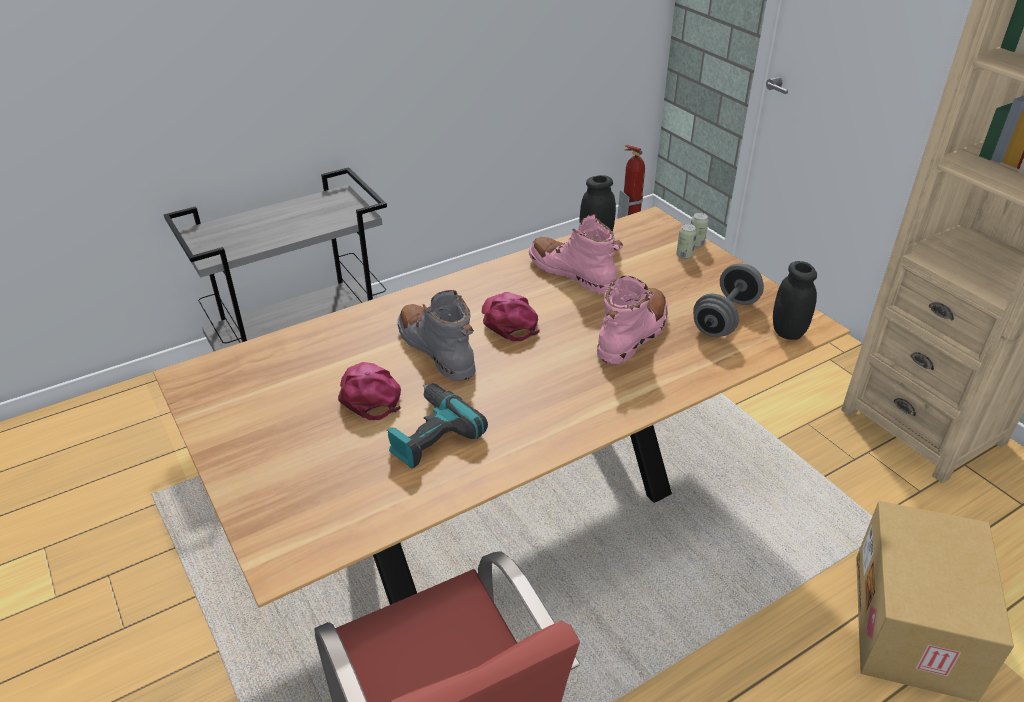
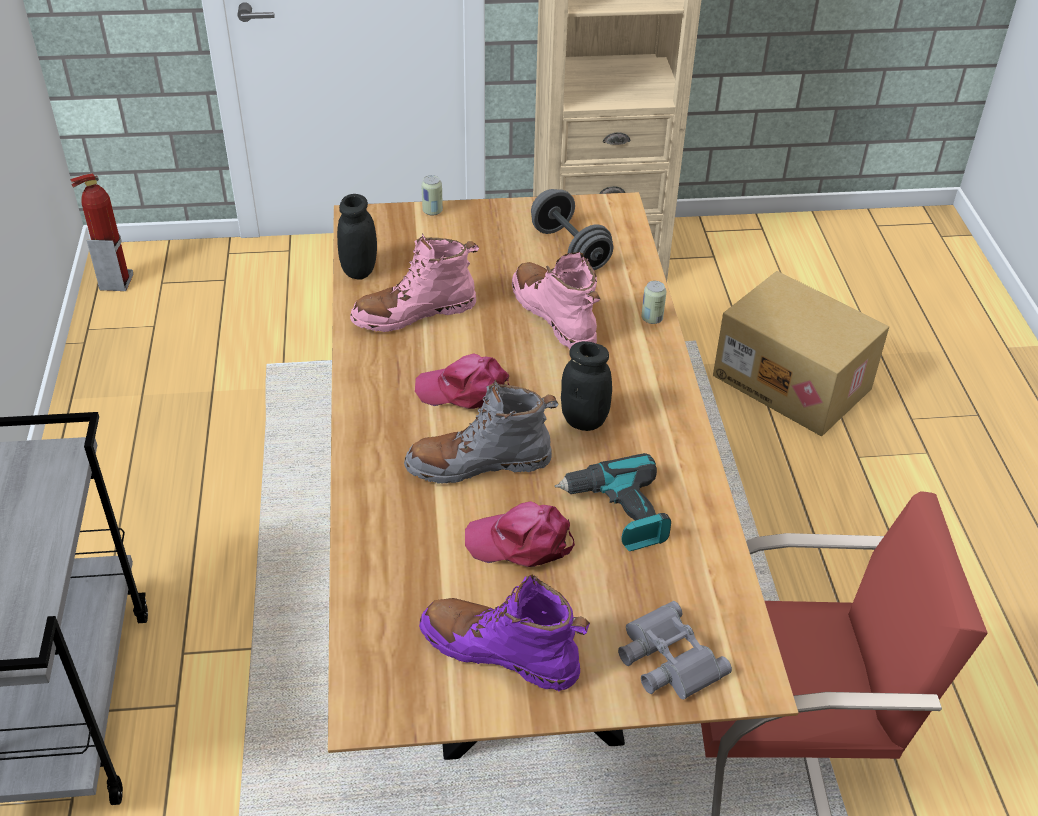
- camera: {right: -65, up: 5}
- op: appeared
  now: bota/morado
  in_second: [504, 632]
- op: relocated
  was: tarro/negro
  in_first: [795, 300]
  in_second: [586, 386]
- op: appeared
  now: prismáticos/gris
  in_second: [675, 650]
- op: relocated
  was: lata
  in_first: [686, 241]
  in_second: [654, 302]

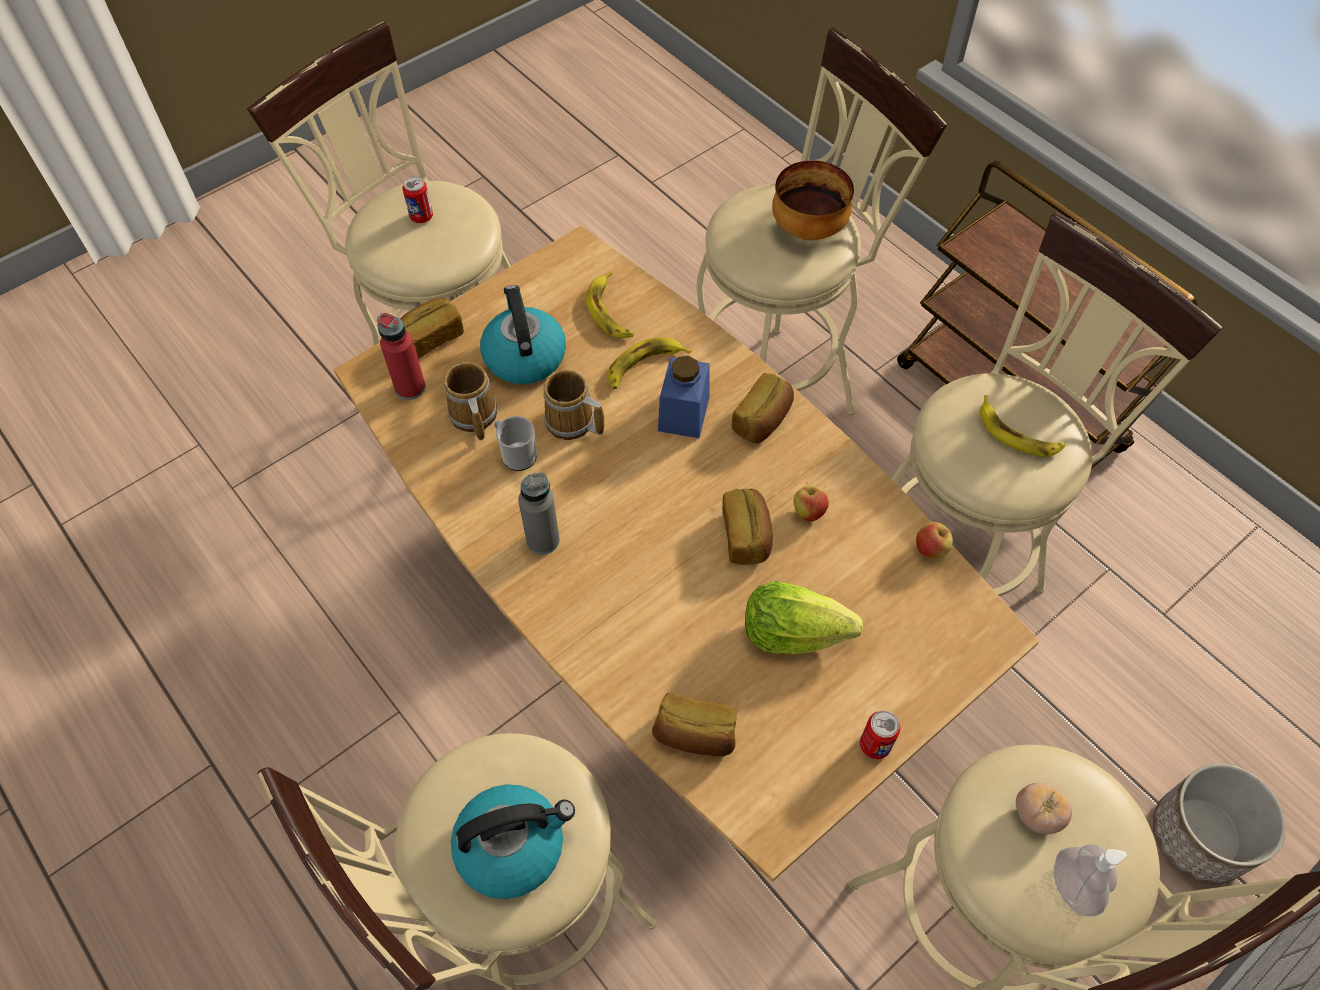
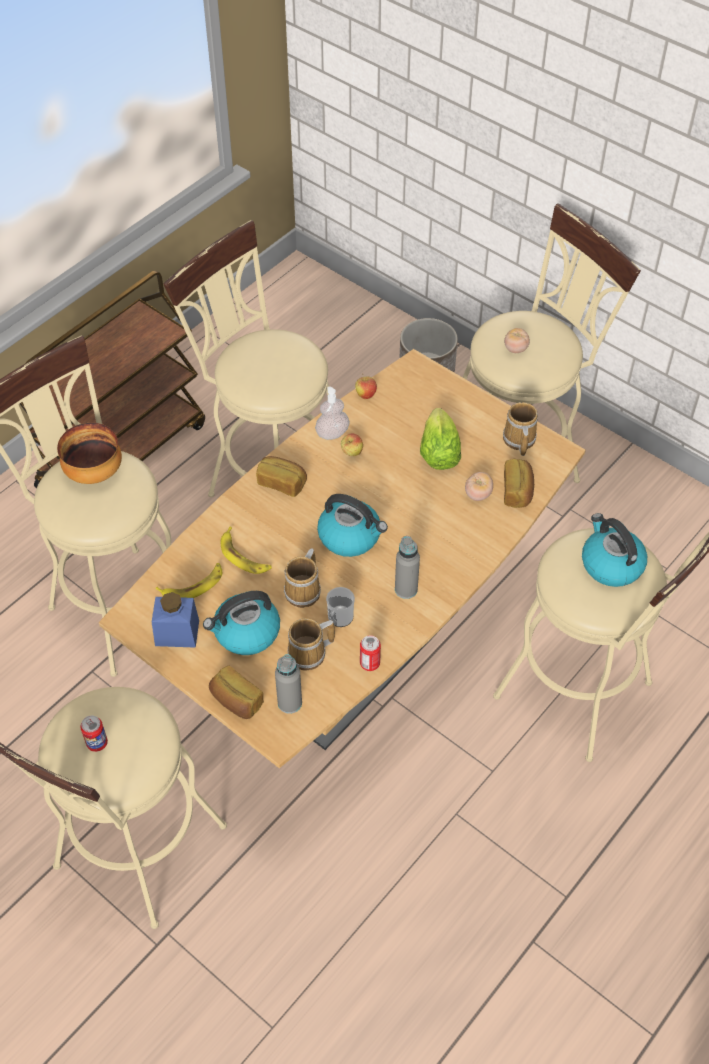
- camera: {right: -100, up: -5}
- op: relocated
  was: tarro/azul
  in_first: [684, 397]
  in_second: [175, 620]
- op: colour
  was: botella/rojo
  now: botella/gris
  in_first: [401, 356]
  in_second: [288, 684]
- op: relocated
  was: dispensador de jabón
  in_first: [1090, 880]
  in_second: [332, 413]
- op: appeared
  now: hervidor
  in_second: [352, 525]
- op: relocated
  was: lata
  in_first: [880, 735]
  in_second: [370, 653]
- op: appeared
  now: tomate
  in_second: [479, 486]
- op: appeared
  now: taza grande
  in_second: [520, 429]
- op: missing
  was: pan
  in_first: [747, 526]
- op: missing
  was: plátano
  in_first: [1022, 426]

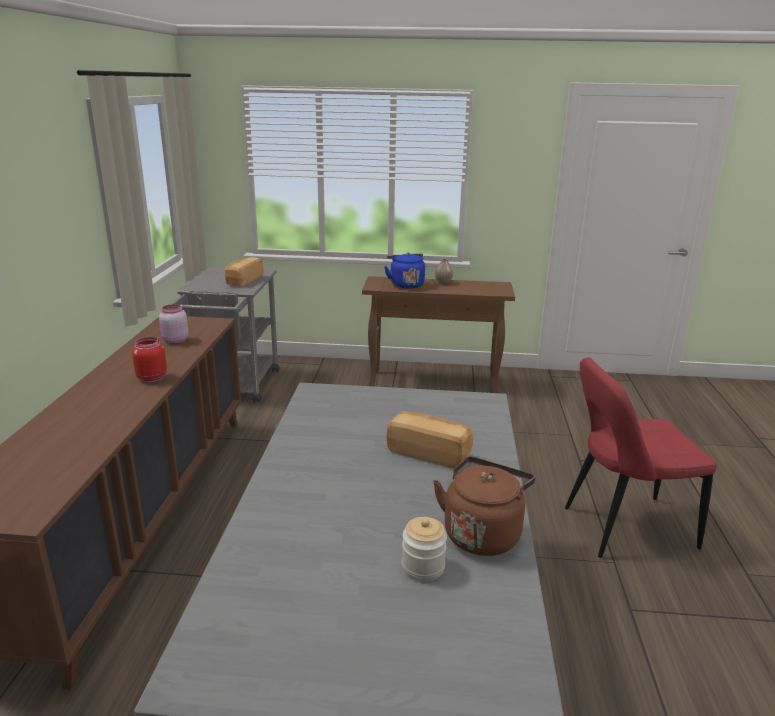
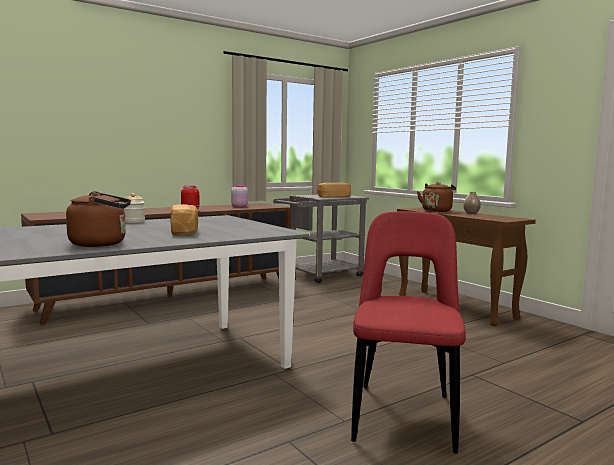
- camera: {right: 50, up: -15}
- op: relocated
  was: tarro
  in_first: [424, 549]
  in_second: [134, 208]
- op: spun
  was: silla/rojo
  in_first: [641, 457]
  in_second: [408, 332]
  clockwise: 60
- op: colour
  was: hervidor/azul
  now: hervidor/marrón
  in_first: [404, 271]
  in_second: [436, 197]

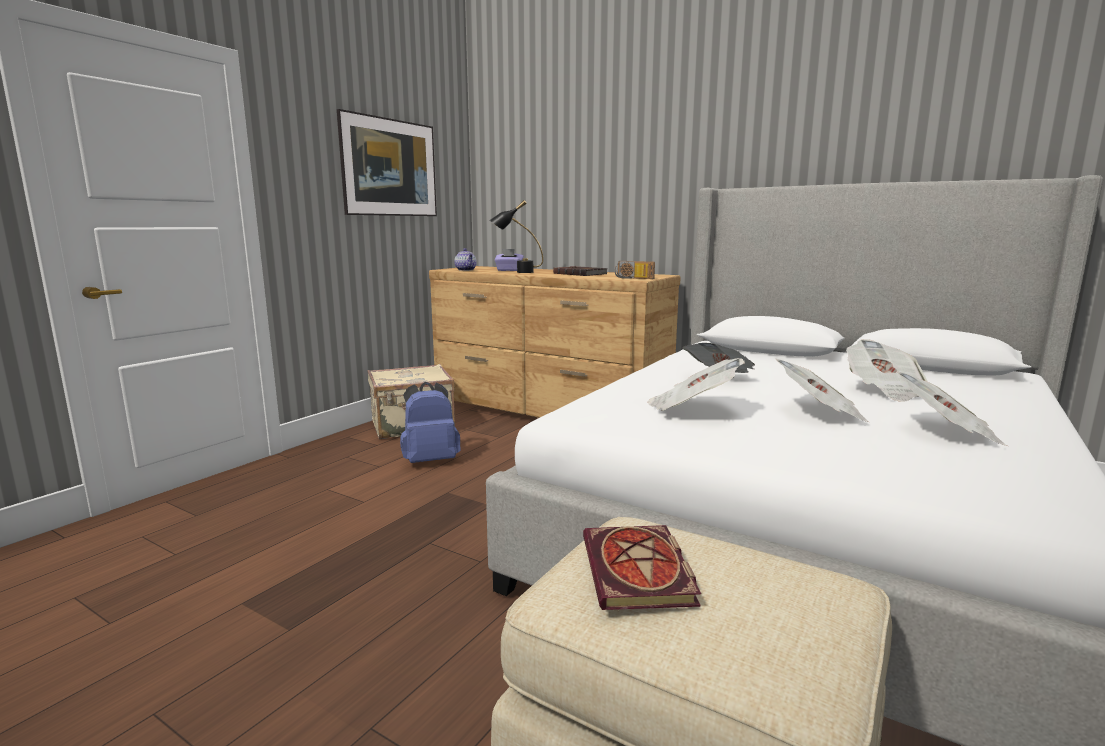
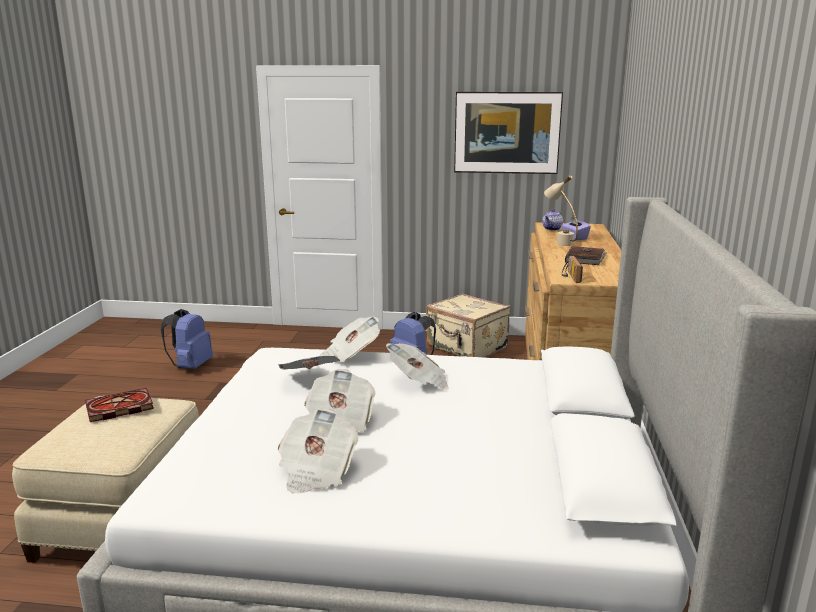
- camera: {right: 65, up: 5}
- op: appeared
  now: mochila/azul
  in_second: [187, 339]
- op: relocated
  was: periódico
  in_first: [886, 370]
  in_second: [350, 340]
- op: colour
  was: lámpara de mesa/negro
  now: lámpara de mesa/beis
  in_first: [516, 236]
  in_second: [561, 210]

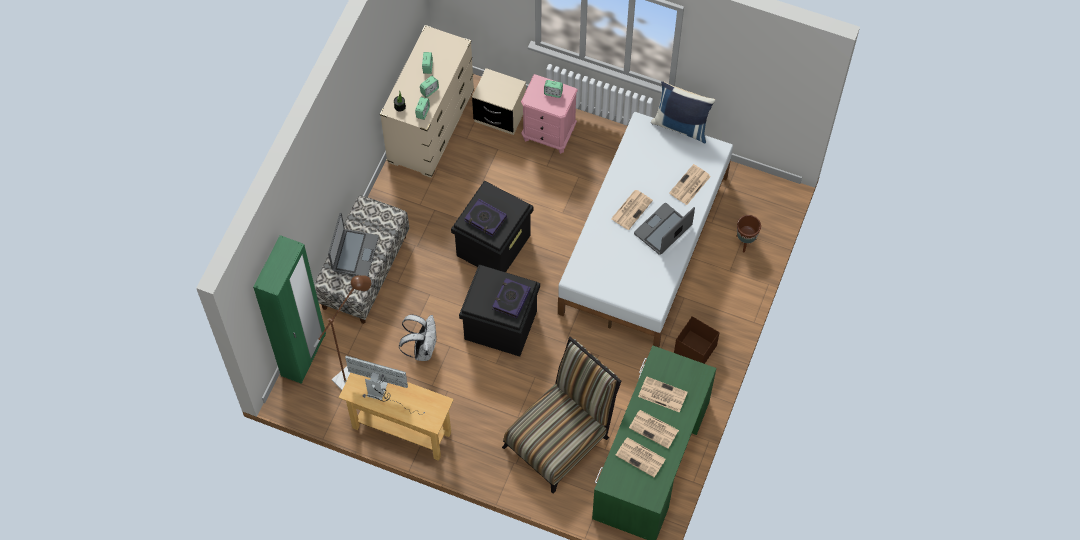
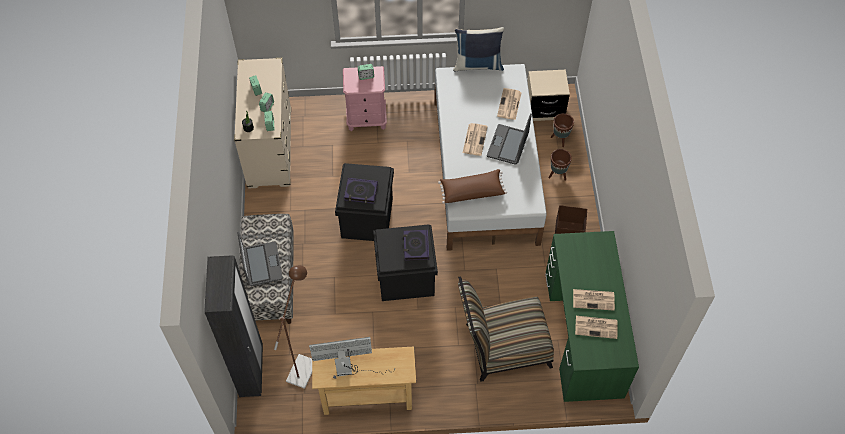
- camera: {right: -25, up: -5}
- op: colour
  was: armario ropero/verde
  now: armario ropero/negro
  in_first: [289, 309]
  in_second: [233, 326]
- op: appeared
  now: cojín/marrón
  in_second: [472, 186]
- op: spun
  was: silla
  in_first: [561, 415]
  in_second: [506, 329]
  clockwise: -120
- op: relocated
  was: mesita de noche/beis
  in_first: [499, 101]
  in_second: [548, 95]
- op: appeared
  now: maceta/marrón
  in_second: [560, 165]
- op: missing
  was: mochila/blanco
  in_first: [418, 337]
- op: missing
  was: periódico
  in_first: [663, 394]

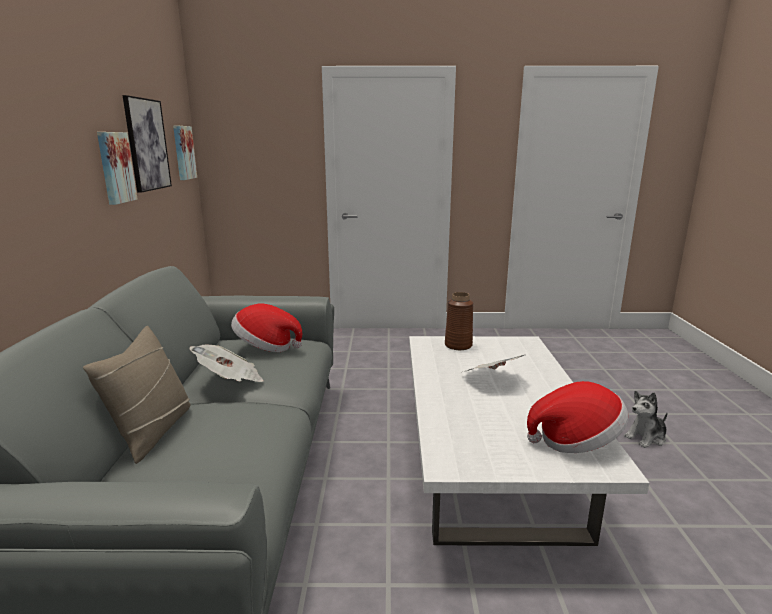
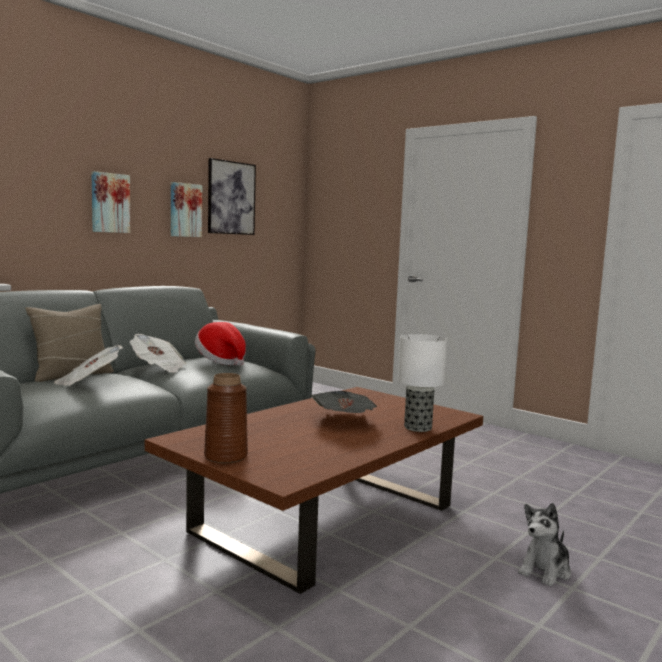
- camera: {right: 40, up: -10}
- op: appeared
  now: periódico
  in_second: [88, 365]
- op: relocated
  was: cuadro
  in_first: [185, 152]
  in_second: [110, 202]
- op: colour
  was: mesa de centro/blanco
  now: mesa de centro/marrón
  in_first: [529, 441]
  in_second: [314, 490]
- op: relocated
  was: florero/marrón
  in_first: [459, 321]
  in_second: [226, 418]
- op: appeared
  now: lámpara de mesa
  in_second: [422, 383]
- op: spun
  was: peluche
  in_first: [645, 419]
  in_second: [544, 544]
  clockwise: -60
- op: missing
  was: sombrero
  in_first: [577, 417]

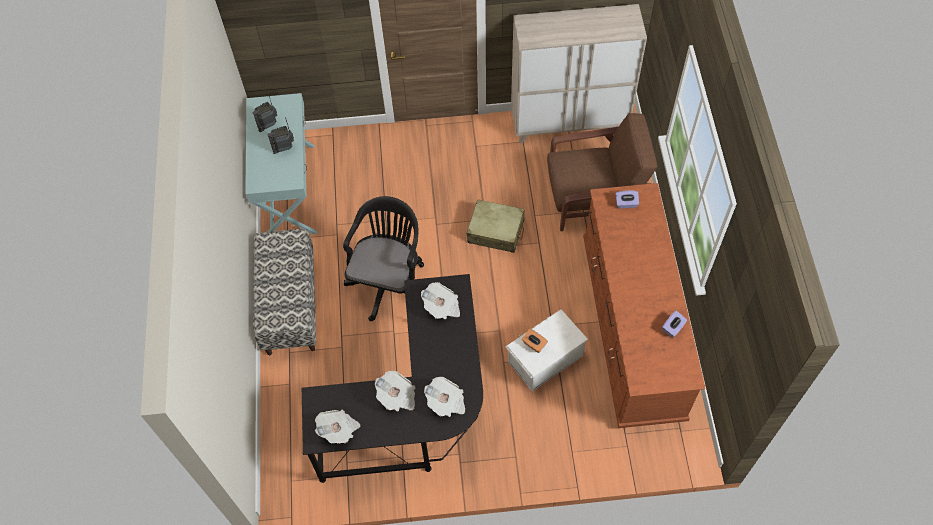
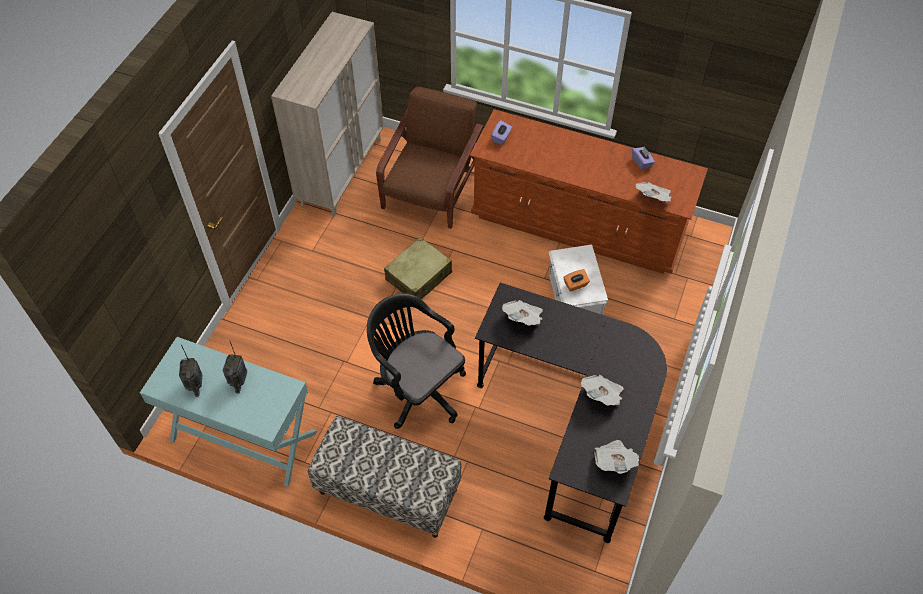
- camera: {right: -65, up: -5}
- op: relocated
  was: periódico
  in_first: [444, 397]
  in_second: [654, 191]

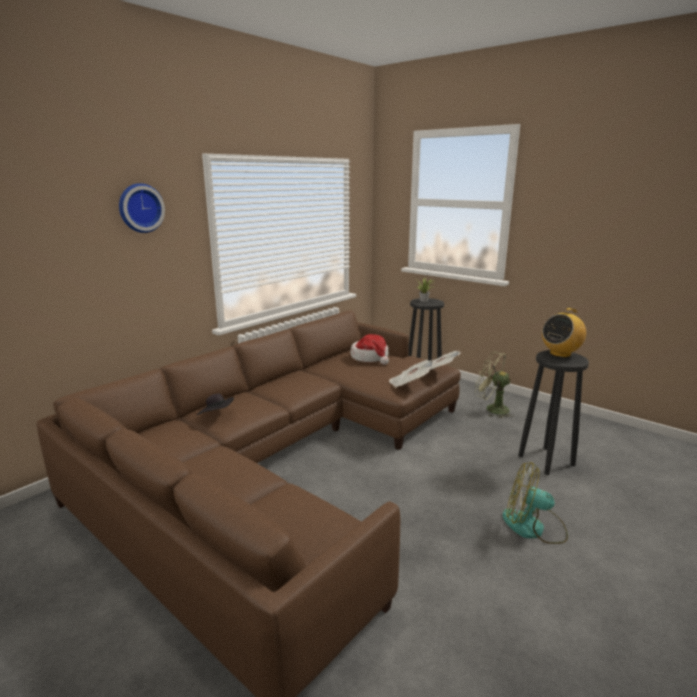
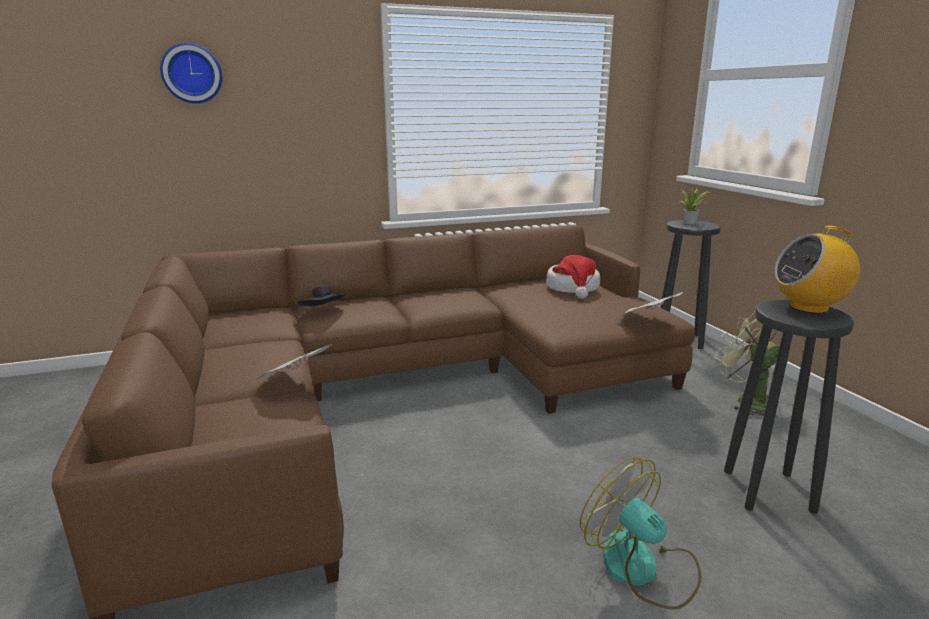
- camera: {right: 30, up: 0}
- op: relocated
  was: reloj de pared
  in_first: [142, 208]
  in_second: [191, 73]
- op: relocated
  was: periódico
  in_first: [412, 374]
  in_second: [293, 362]

